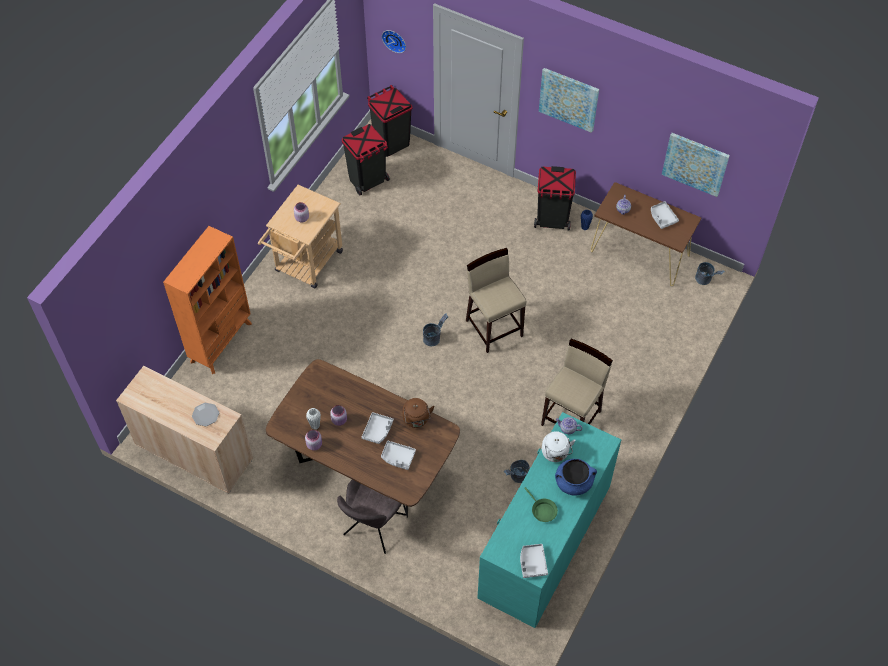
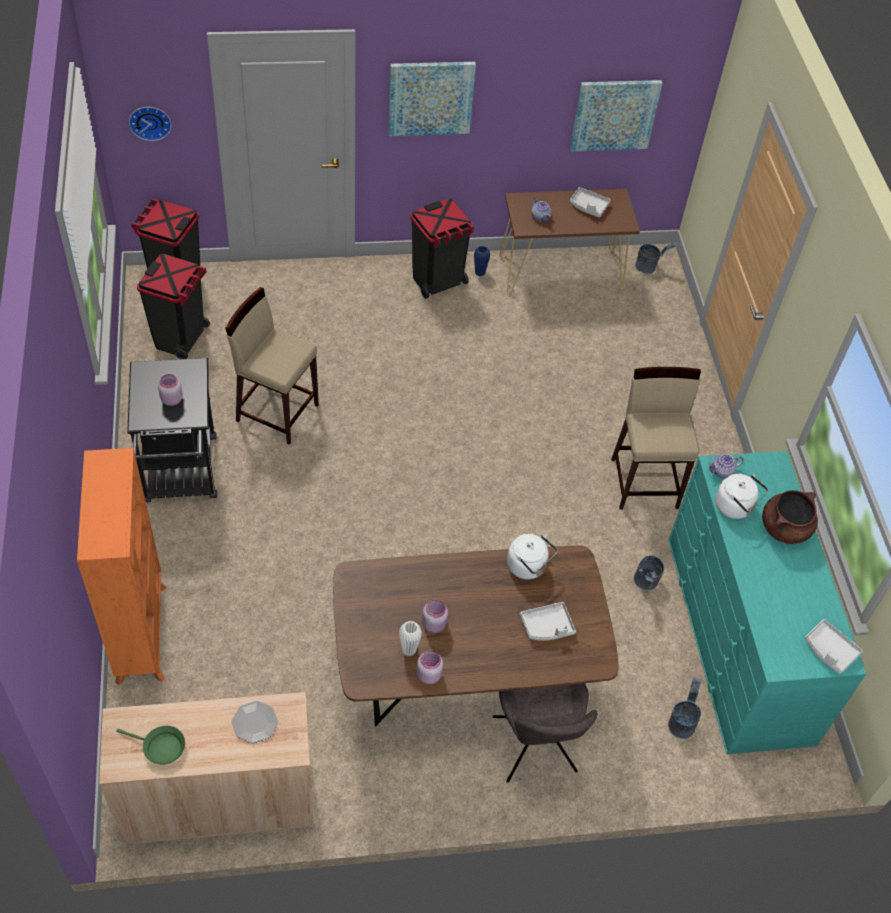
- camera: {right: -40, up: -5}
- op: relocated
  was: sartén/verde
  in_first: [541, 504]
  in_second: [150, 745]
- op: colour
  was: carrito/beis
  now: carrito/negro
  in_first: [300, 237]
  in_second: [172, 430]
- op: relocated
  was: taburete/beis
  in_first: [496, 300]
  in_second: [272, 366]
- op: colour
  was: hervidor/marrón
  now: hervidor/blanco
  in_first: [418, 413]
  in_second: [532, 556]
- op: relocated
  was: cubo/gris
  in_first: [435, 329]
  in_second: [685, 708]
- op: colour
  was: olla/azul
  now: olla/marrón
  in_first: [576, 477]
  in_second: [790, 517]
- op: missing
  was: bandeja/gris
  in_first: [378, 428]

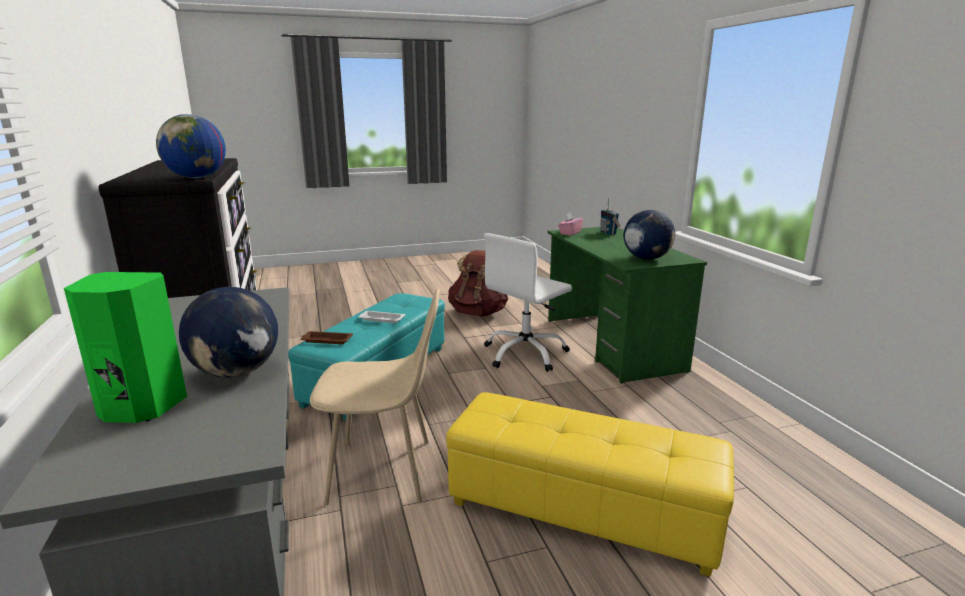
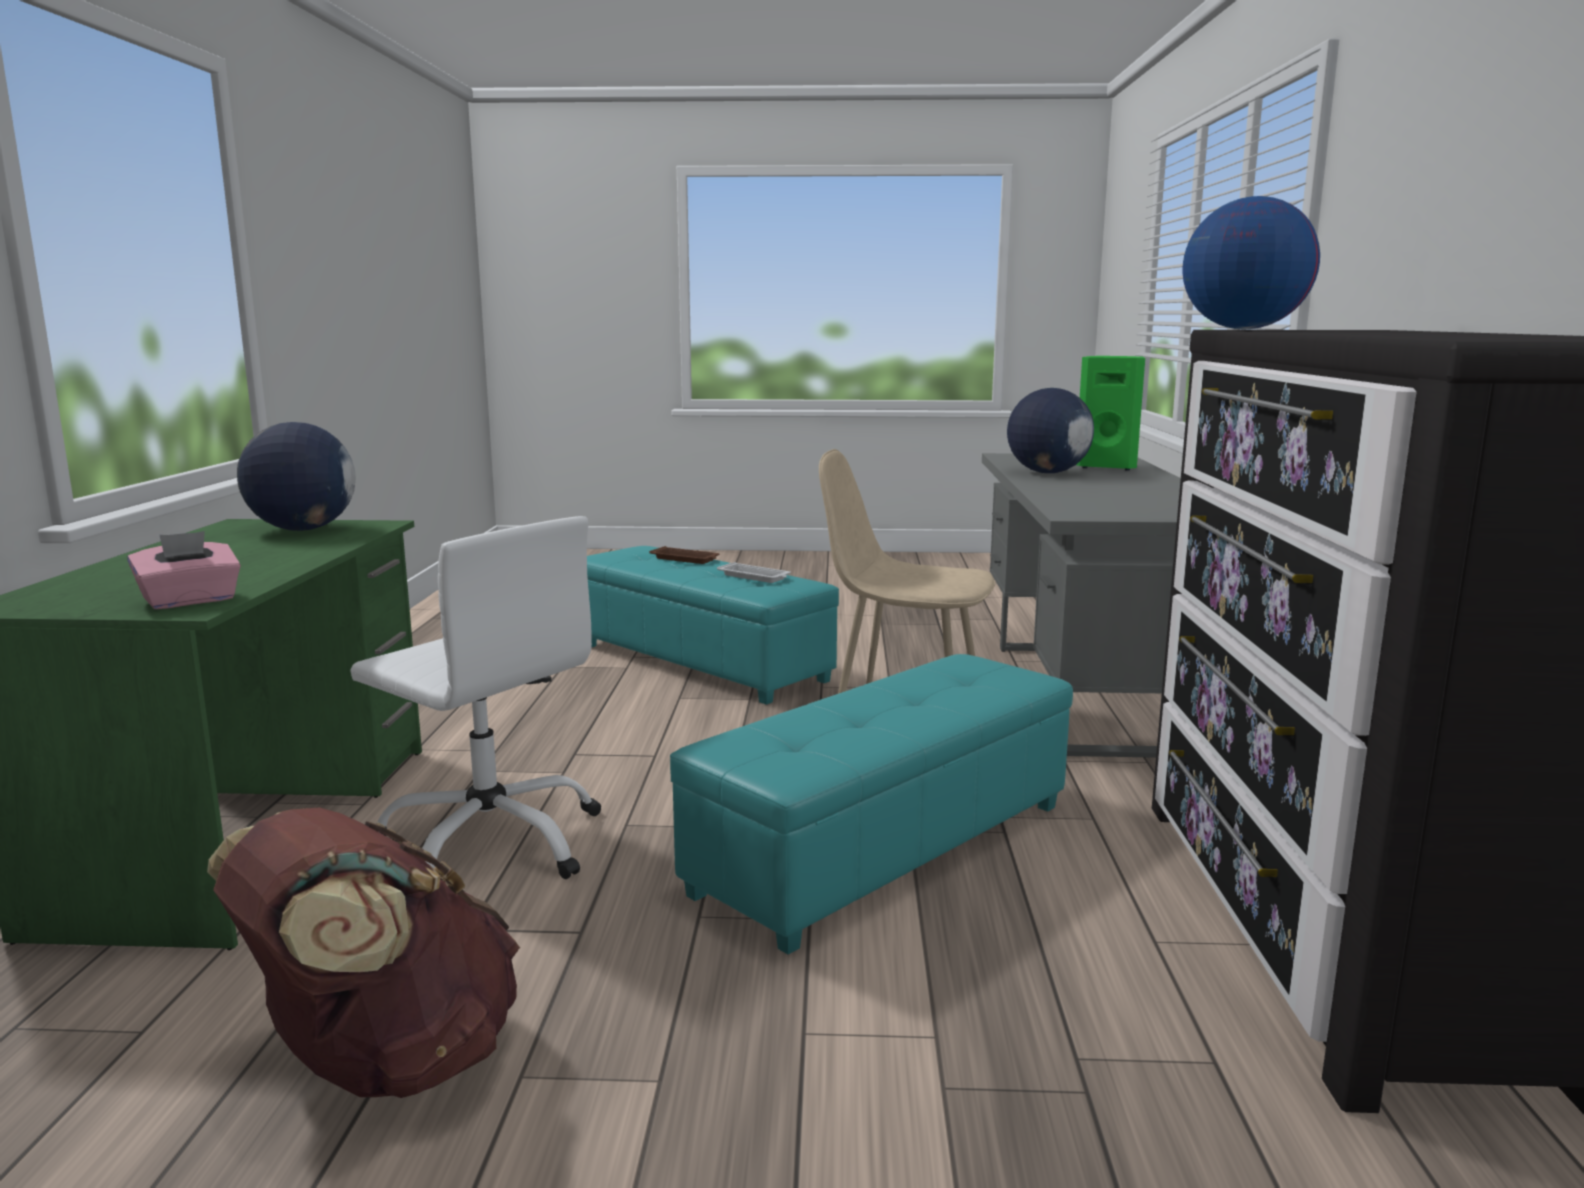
- camera: {right: -160, up: -5}
- op: spun
  was: silla de oficina/blanco
  in_first: [528, 302]
  in_second: [475, 697]
  clockwise: 60
- op: colour
  was: puf/amarillo
  now: puf/turquesa
  in_first: [590, 484]
  in_second: [713, 625]
- op: relocated
  was: bandeja/marrón
  in_first: [327, 337]
  in_second: [684, 555]
- op: relocated
  was: bandeja/blanco
  in_first: [382, 317]
  in_second: [754, 572]
- op: missing
  was: radio
  in_first: [610, 216]

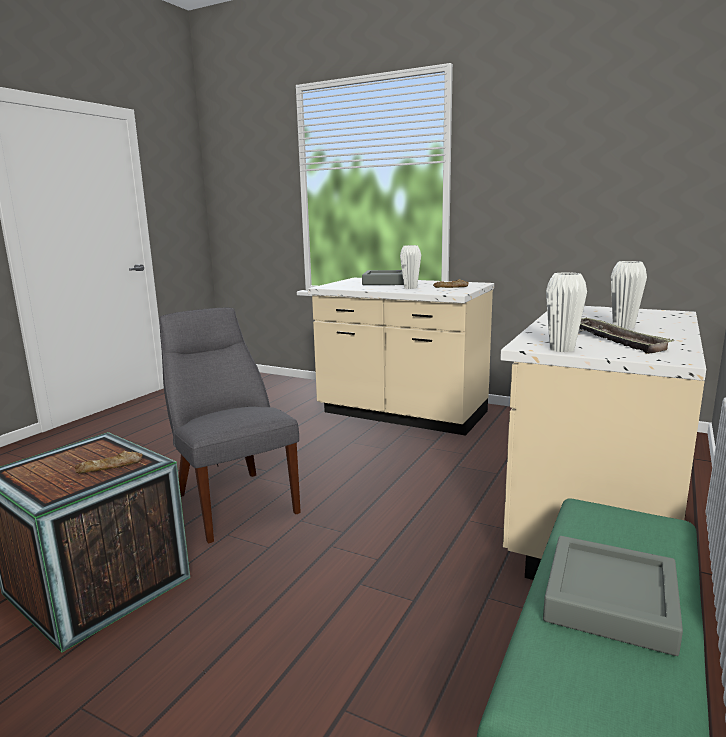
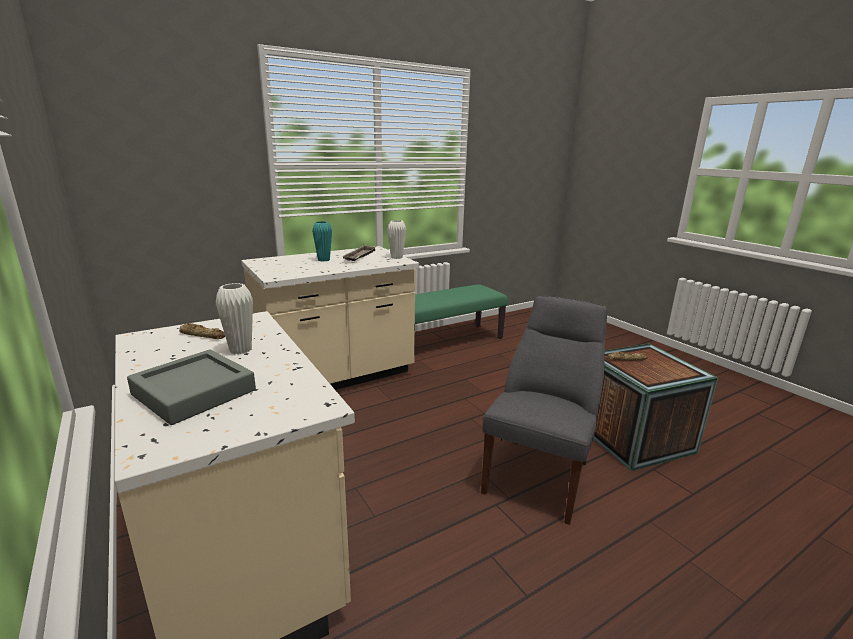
- camera: {right: -150, up: 5}
- op: colour
  was: florero/blanco
  now: florero/turquesa
  in_first: [629, 295]
  in_second: [322, 241]
- op: spun
  was: silla/gris
  in_first: [230, 425]
  in_second: [544, 410]
  clockwise: -150
- op: missing
  was: bandeja/gris
  in_first: [613, 596]

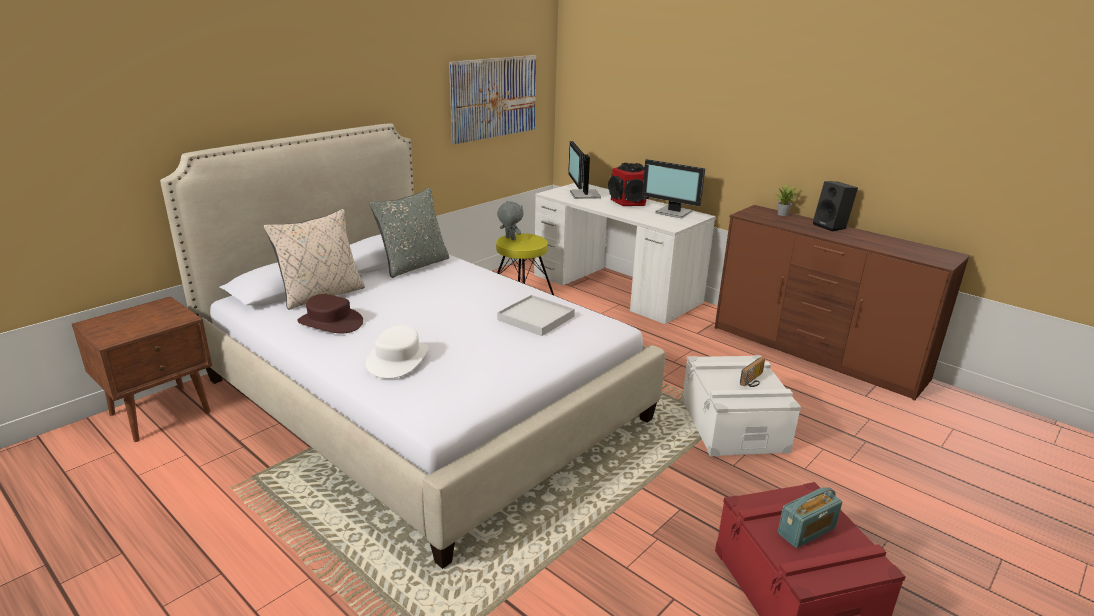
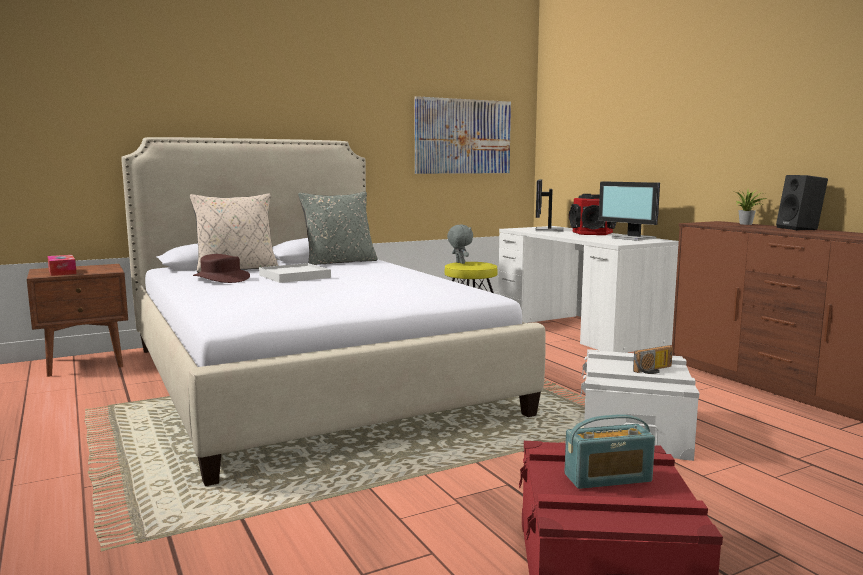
- camera: {right: 20, up: -15}
- op: appeared
  now: caja de pañuelos
  in_second: [62, 265]
- op: relocated
  was: bandeja/blanco
  in_first: [536, 315]
  in_second: [295, 273]
- op: missing
  was: sombrero/blanco
  in_first: [397, 352]

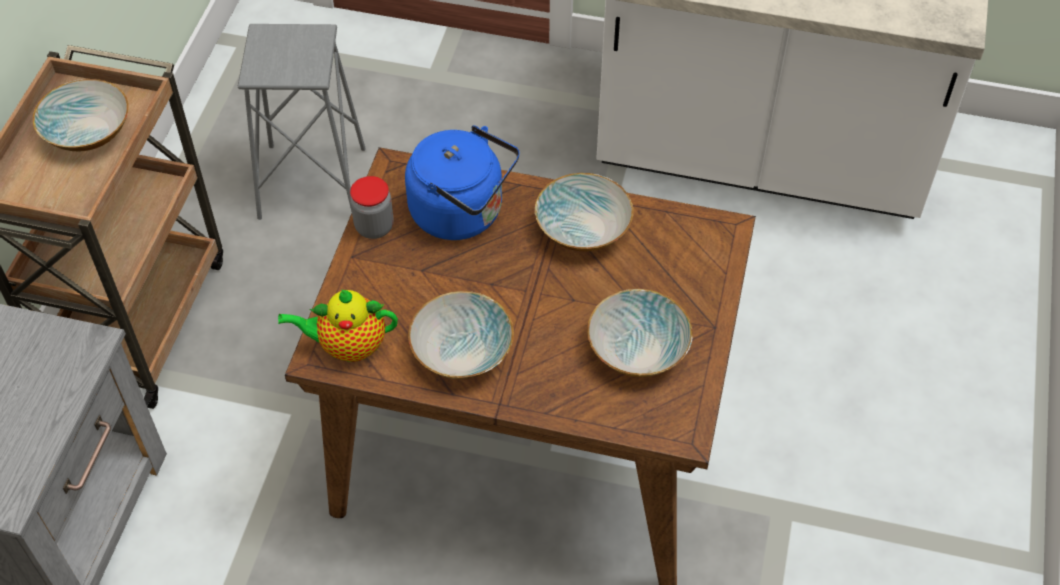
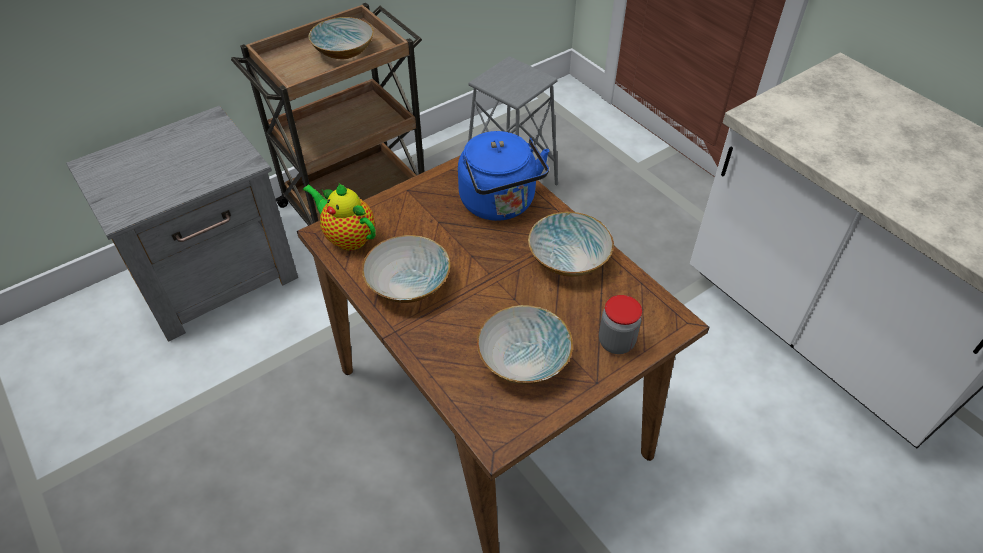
- camera: {right: 40, up: -5}
- op: relocated
  was: tarro
  in_first: [371, 207]
  in_second: [620, 324]

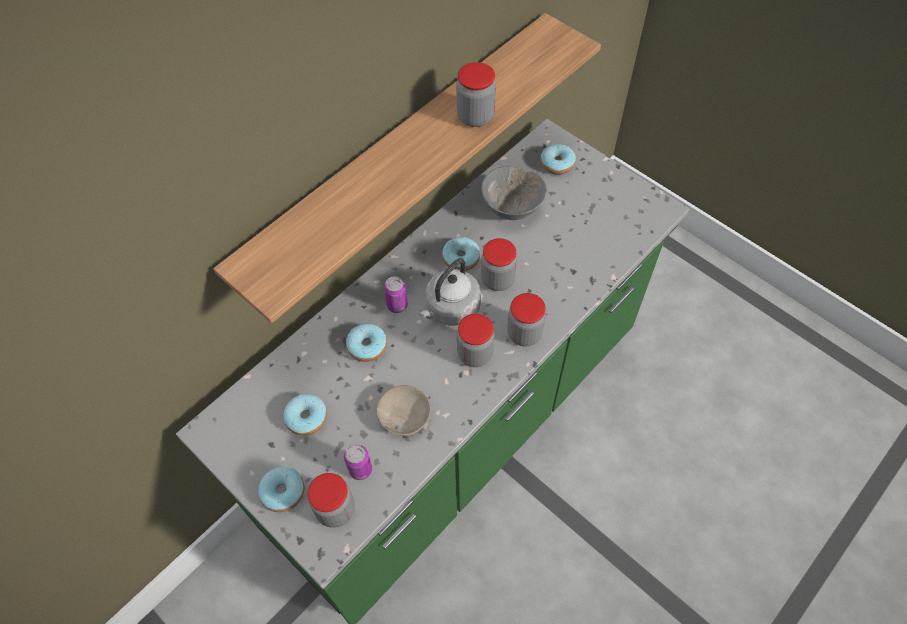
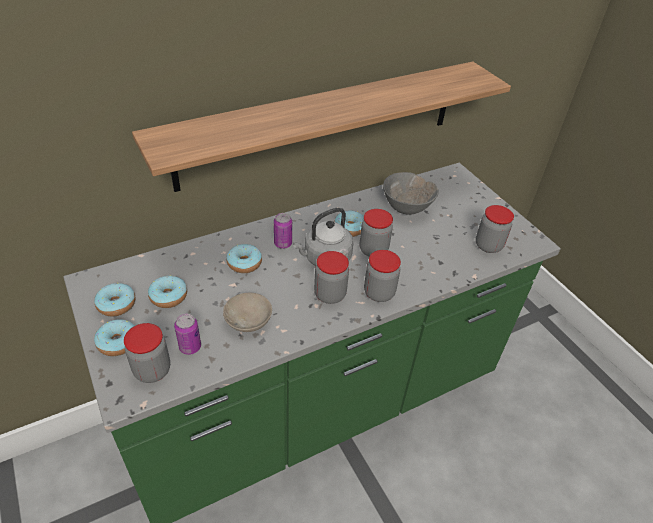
- camera: {right: 15, up: -15}
- op: relocated
  was: rosquilla
  in_first: [558, 159]
  in_second: [114, 299]
- op: relocated
  was: tarro
  in_first: [476, 94]
  in_second: [495, 229]

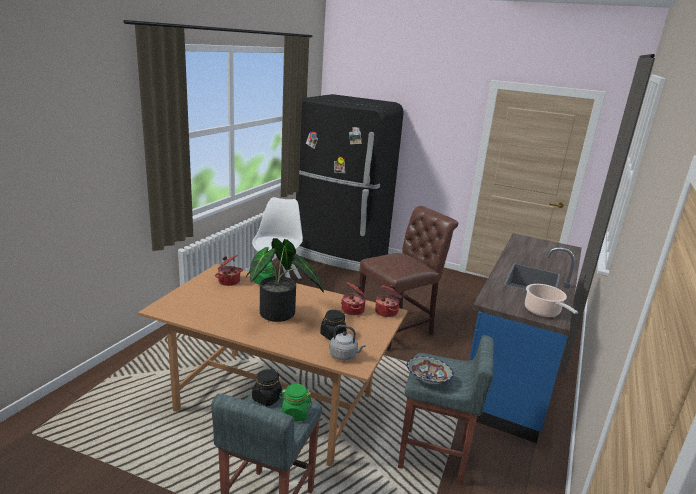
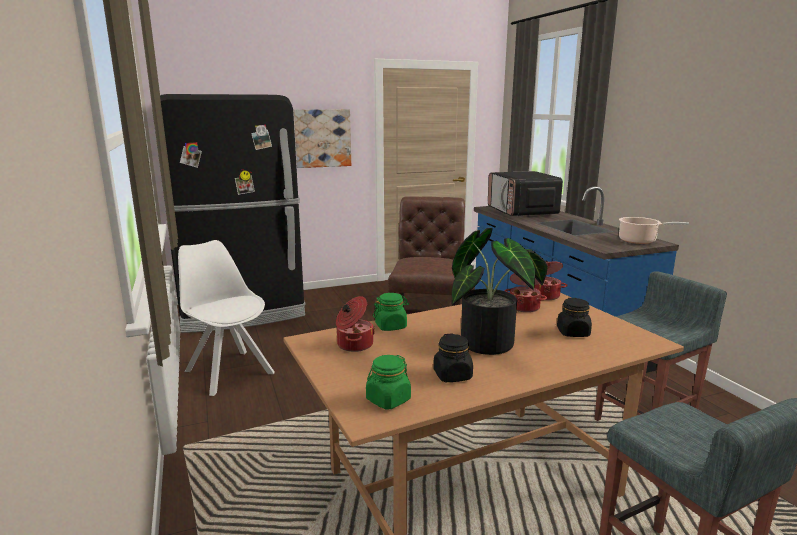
- camera: {right: -45, up: -5}
- op: appeared
  now: cuadro
  in_second: [322, 138]
- op: relocated
  was: tarro/verde
  in_first: [295, 402]
  in_second: [388, 382]
- op: relocated
  was: tarro/negro
  in_first: [267, 387]
  in_second: [453, 357]
- op: appeared
  now: microondas
  in_second: [525, 193]
- op: missing
  was: hervidor/gris
  in_first: [347, 342]
- op: missing
  was: cuenco
  in_first: [430, 370]

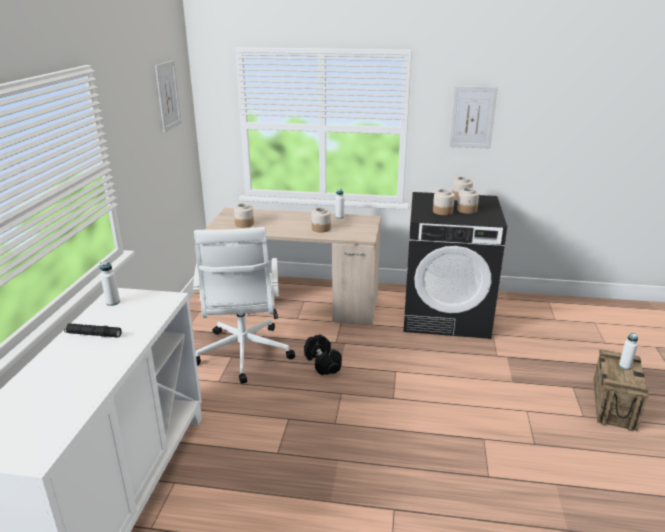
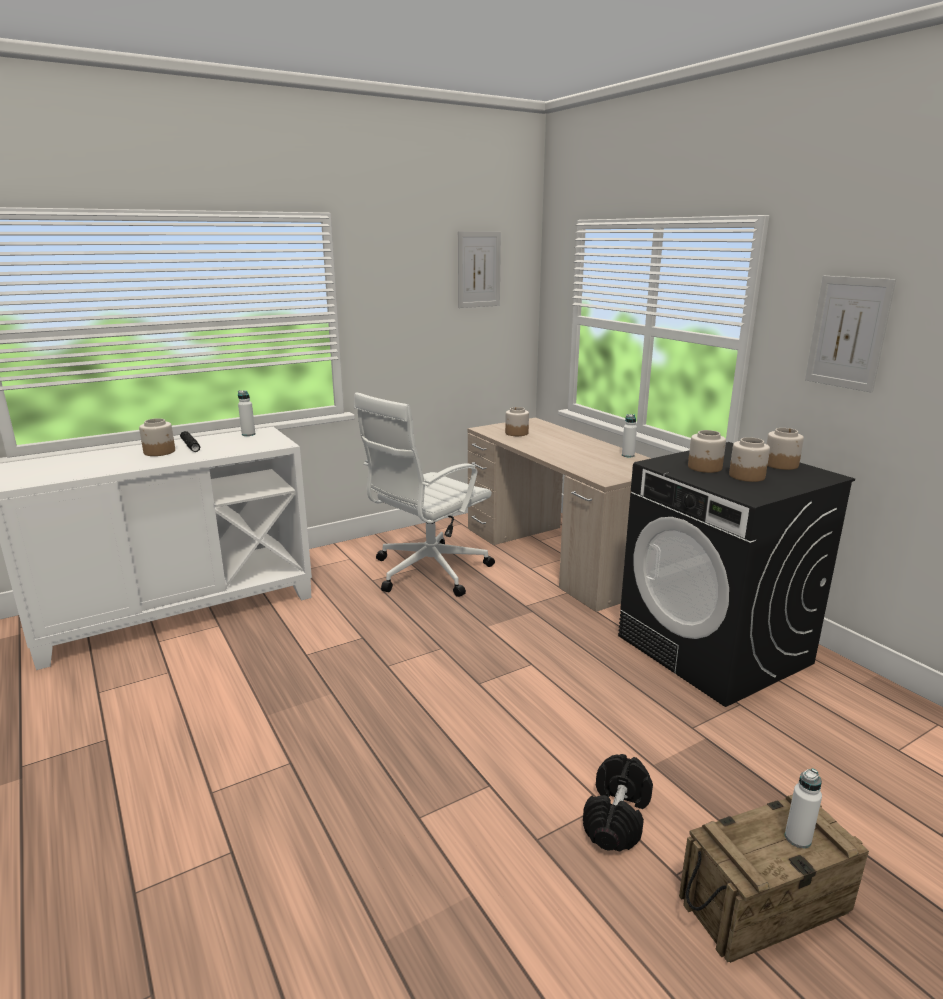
- camera: {right: 50, up: -5}
- op: relocated
  was: tarro
  in_first: [321, 220]
  in_second: [157, 437]
- op: relocated
  was: mancuerna/negro
  in_first: [323, 355]
  in_second: [618, 802]

